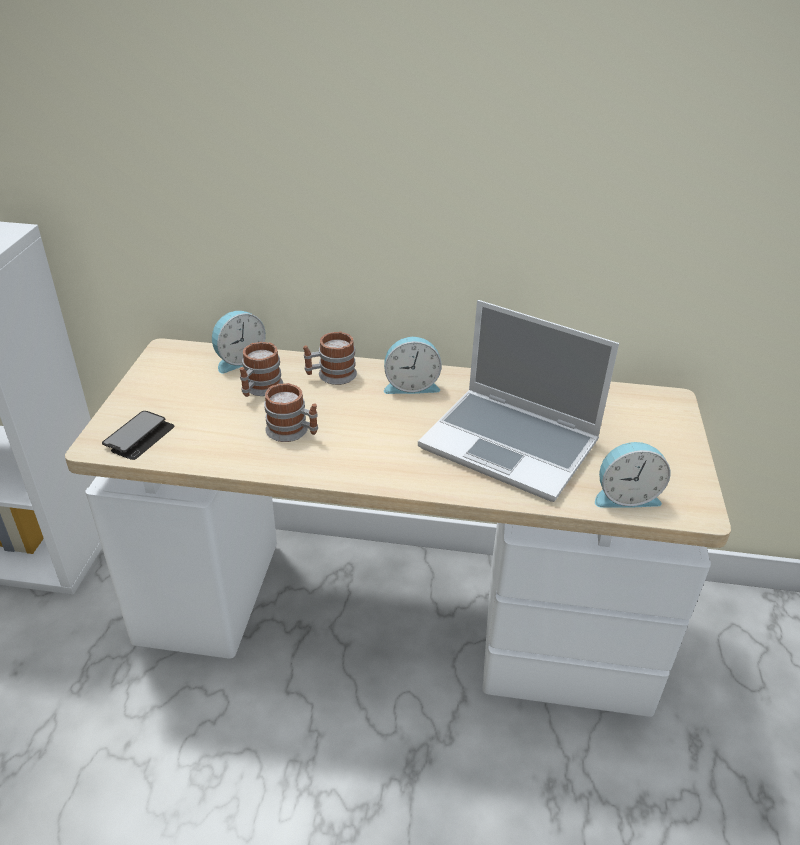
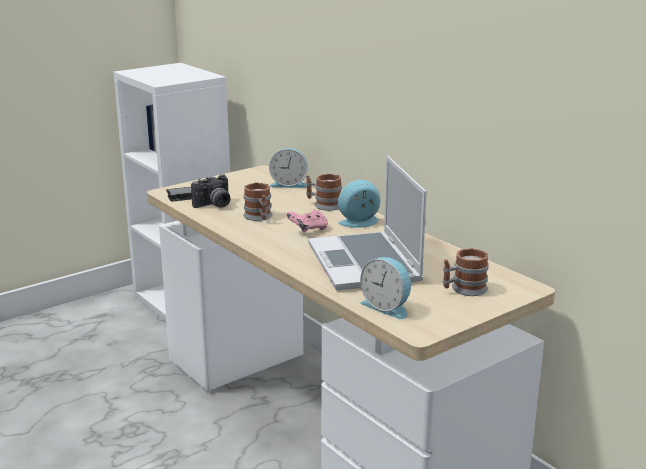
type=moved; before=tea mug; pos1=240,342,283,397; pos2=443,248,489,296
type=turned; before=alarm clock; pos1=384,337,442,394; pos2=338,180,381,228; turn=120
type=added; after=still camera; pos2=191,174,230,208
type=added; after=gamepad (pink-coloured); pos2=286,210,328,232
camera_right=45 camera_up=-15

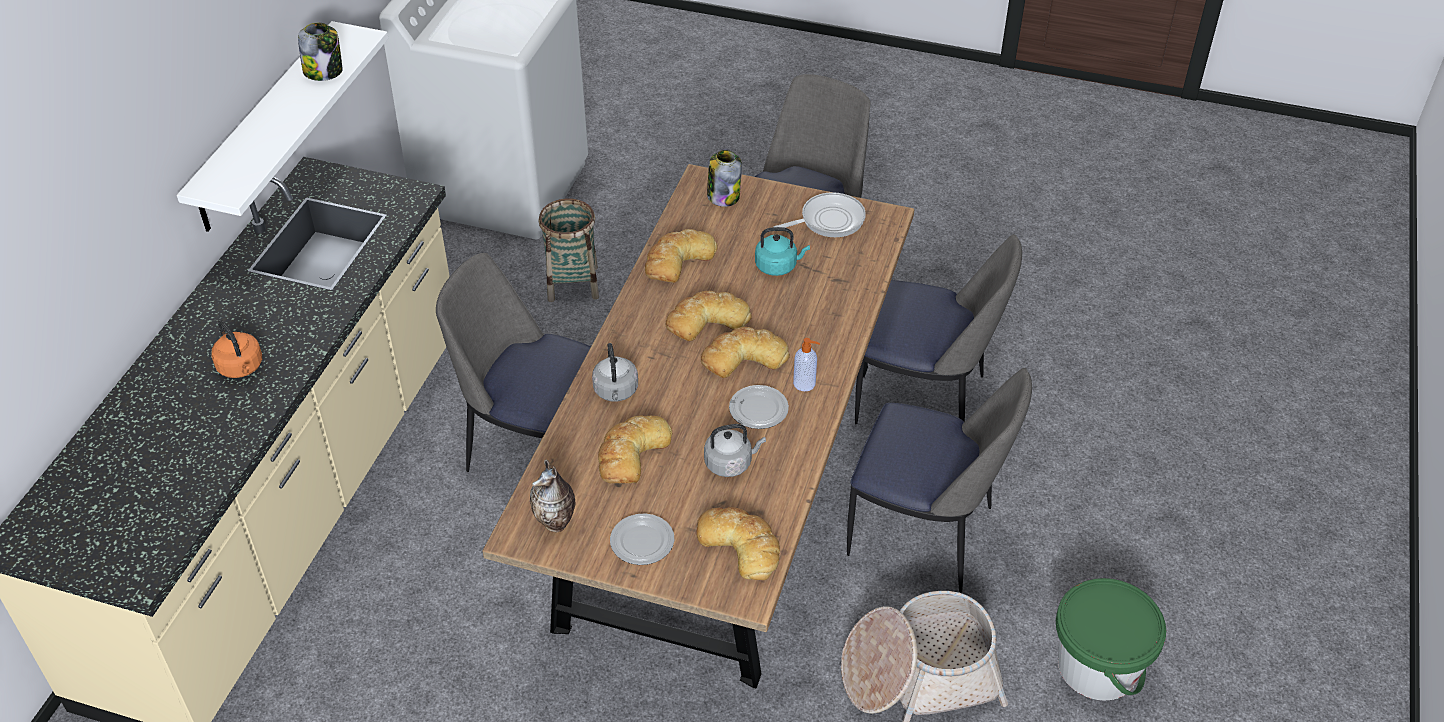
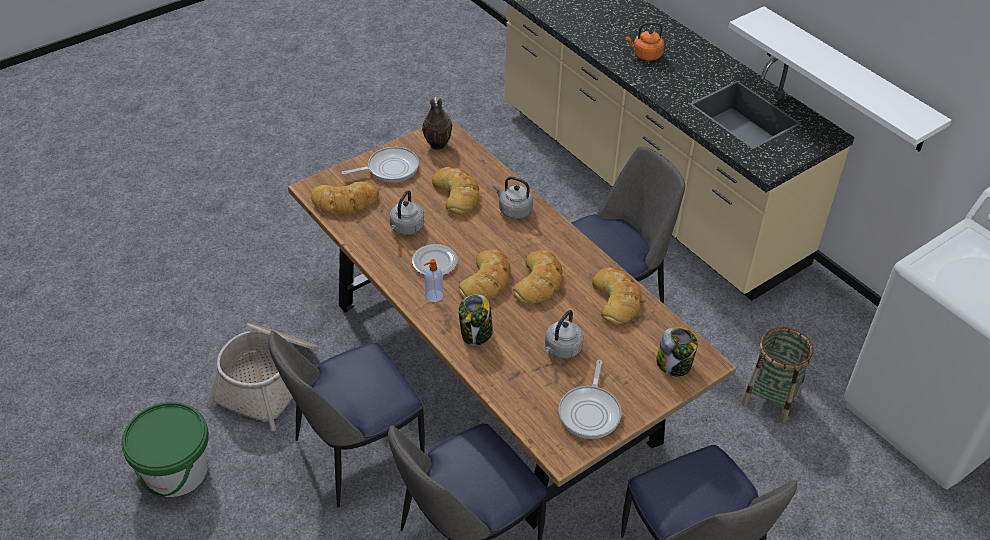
type=moved; before=preserve jar; pos1=298,23,343,81; pos2=459,294,493,346
type=replaced; before=plate; after=pan; pos1=610,514,674,565; pos2=342,147,419,183
type=recoloured; before=water kettle (turquoise); after=water kettle (grey); pos1=755,227,810,276; pos2=545,310,584,359
camera_right=125 camera_up=0

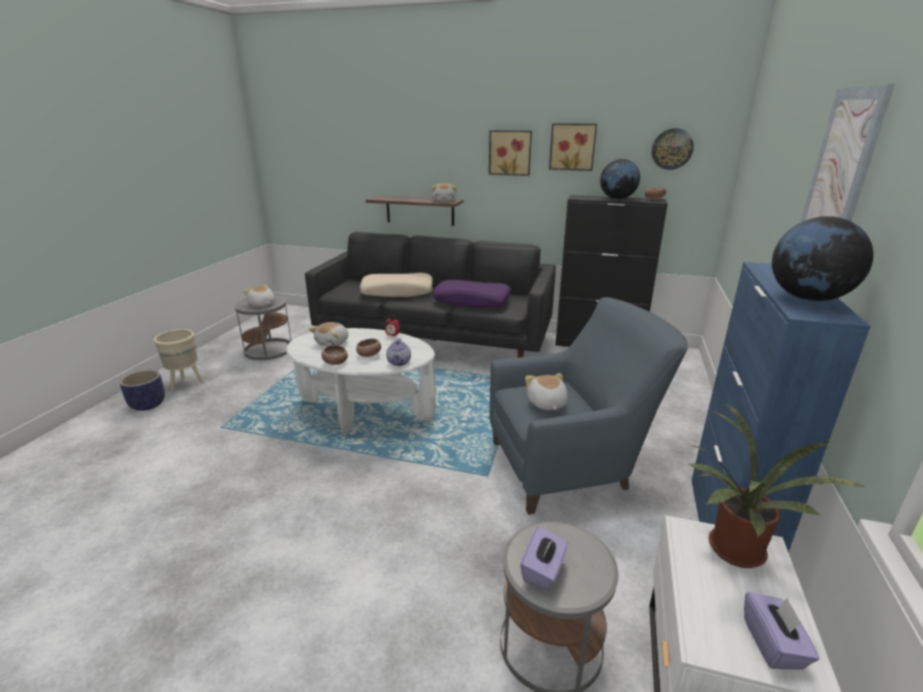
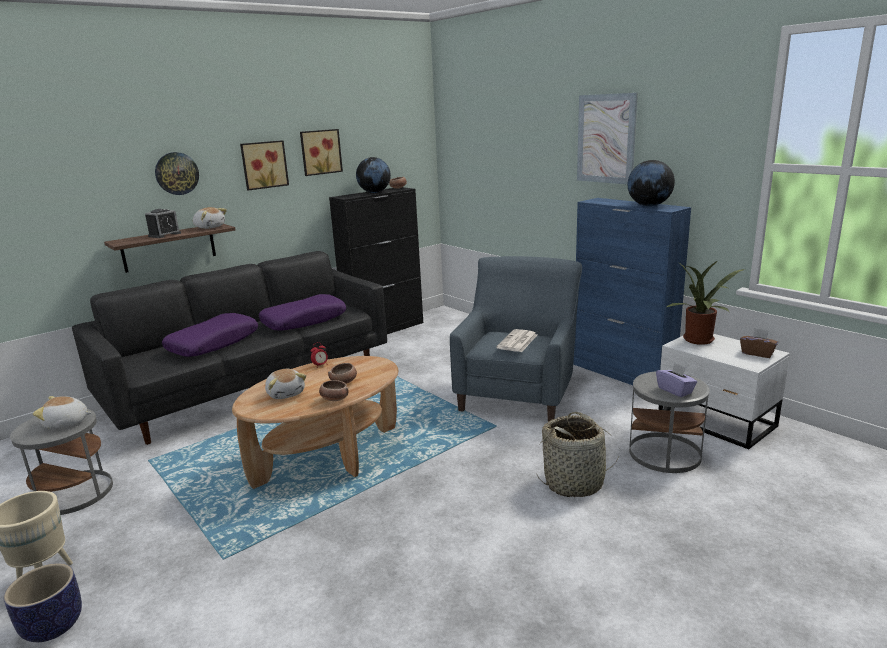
type=recoloured; before=coffee table (white); after=coffee table (brown); pos1=286,328,436,435; pos2=232,356,398,489
type=recoloured; before=throw pillow (beige-coloured); after=throw pillow (purplish); pos1=360,273,433,297; pos2=162,313,258,357
type=removed; before=tea pot; pos1=386,338,411,366
type=replaced; before=cuddly toy; after=newspaper; pos1=525,373,568,410; pos2=496,329,537,352
type=moved; before=clock on the wall; pos1=652,128,694,170; pos2=155,152,199,195
type=recoloured; before=tissue holder (purplish); after=tissue holder (brown); pos1=744,592,819,670; pos2=740,328,778,358
type=added; after=alarm clock; pos2=145,209,181,238
type=added; after=household basket; pos2=537,412,619,497
camera_right=-55 camera_up=-5

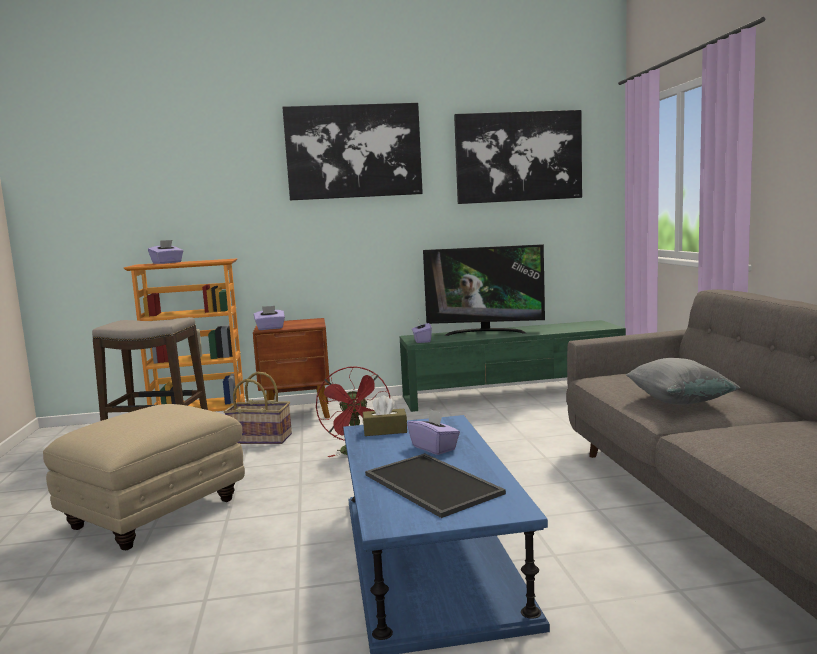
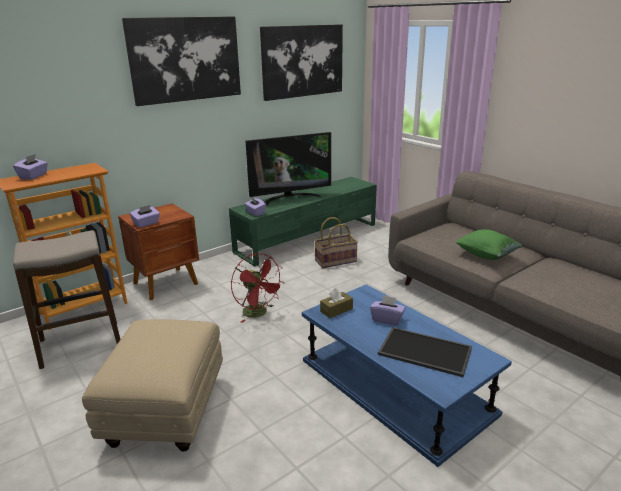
type=moved; before=household basket; pos1=224,372,292,444; pos2=314,217,358,268
type=recoloured; before=throw pillow (grey); after=throw pillow (green); pos1=626,358,741,405; pos2=455,229,523,260
camera_right=-30 camera_up=15

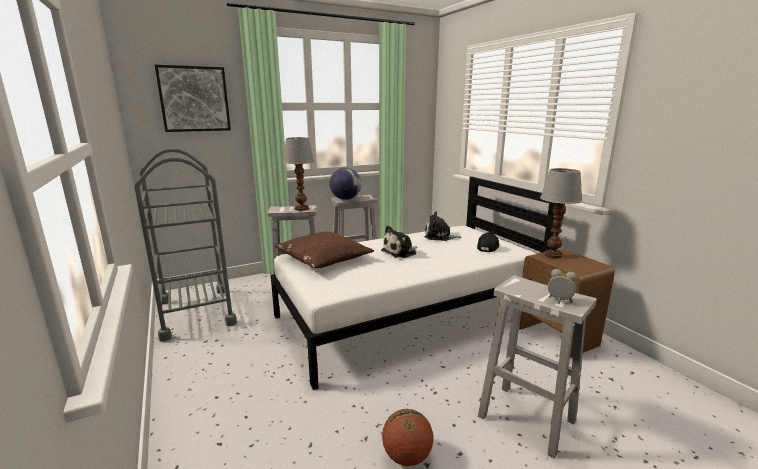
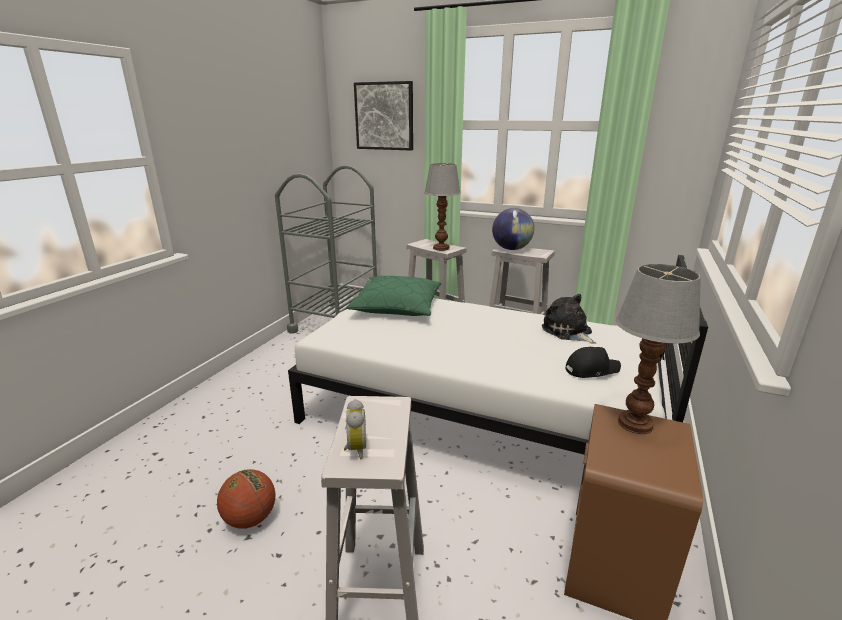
type=recoloured; before=throw pillow (brown); after=throw pillow (green); pos1=274,232,374,268; pos2=346,276,441,316
type=removed; before=cuddly toy; pos1=381,226,417,258
camera_right=50 camera_up=5

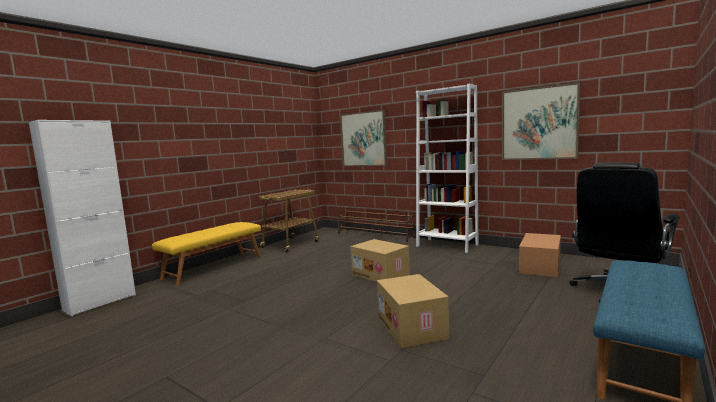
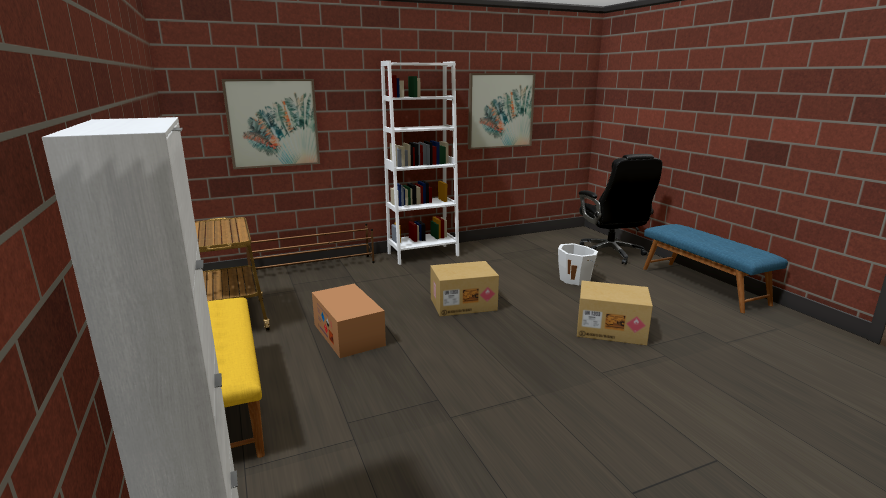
type=moved; before=packing box; pos1=519,233,561,277; pos2=312,283,386,358
type=added; after=pail (white); pos2=558,243,598,285
camera_right=-60 camera_up=10

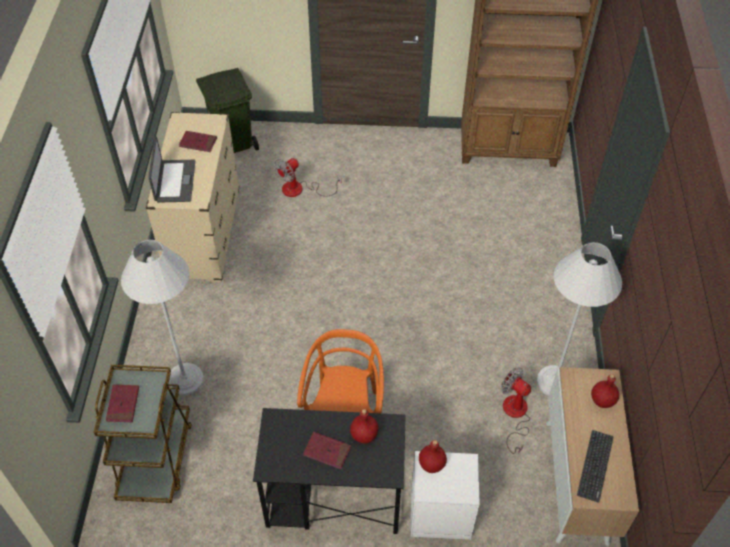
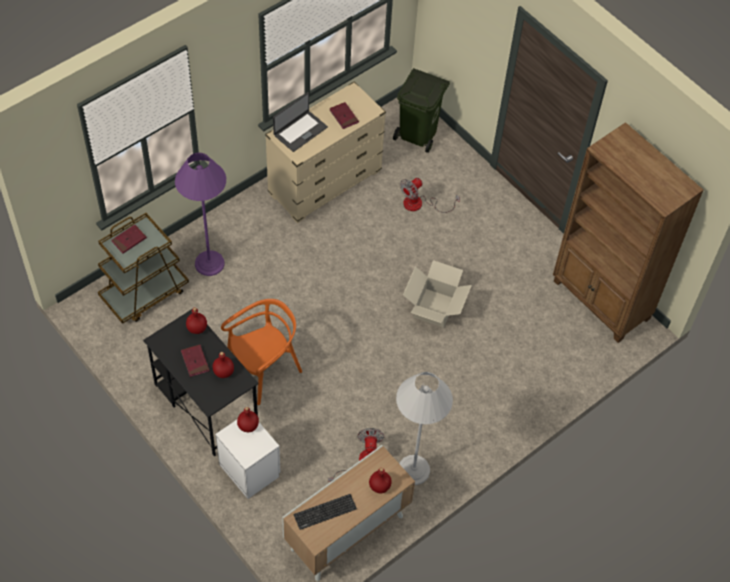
type=recoloured; before=standing lamp (white); after=standing lamp (purplish); pos1=121,240,204,395; pos2=175,153,226,276
type=turned; before=fan; pos1=274,158,342,197; pos2=400,178,460,213; turn=-45
type=added; after=bottle (reddish); pos2=186,308,207,334
type=added; after=packing box; pos2=403,260,472,328
camera_right=45 camera_up=5

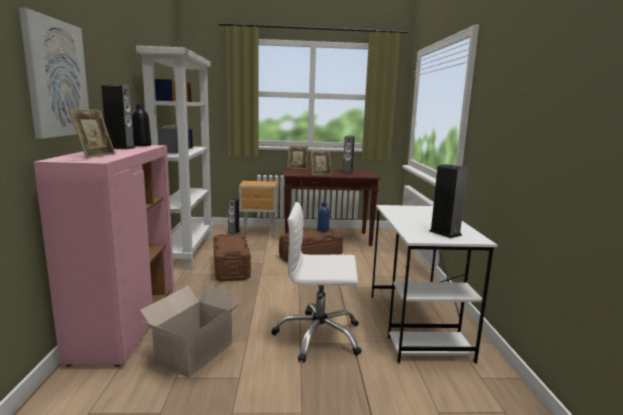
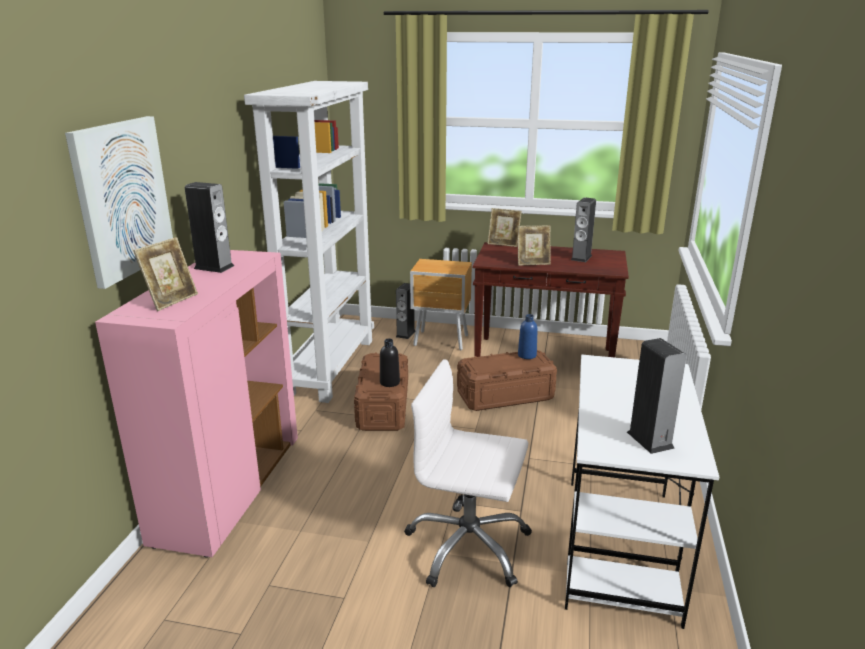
type=moved; before=bottle (blackish); pos1=132,104,151,146; pos2=380,339,400,387
type=removed; before=packing box; pos1=140,285,243,378
camera_right=15 camera_up=10

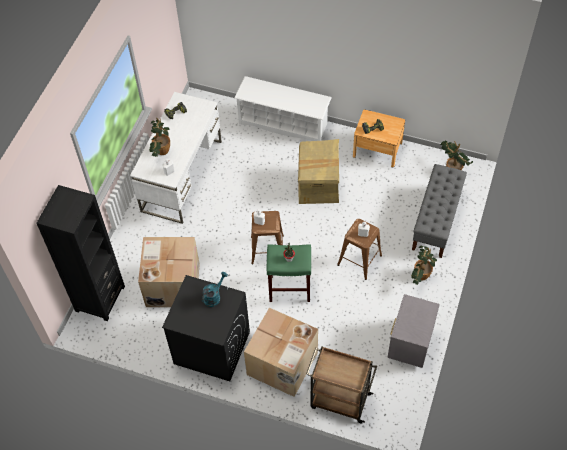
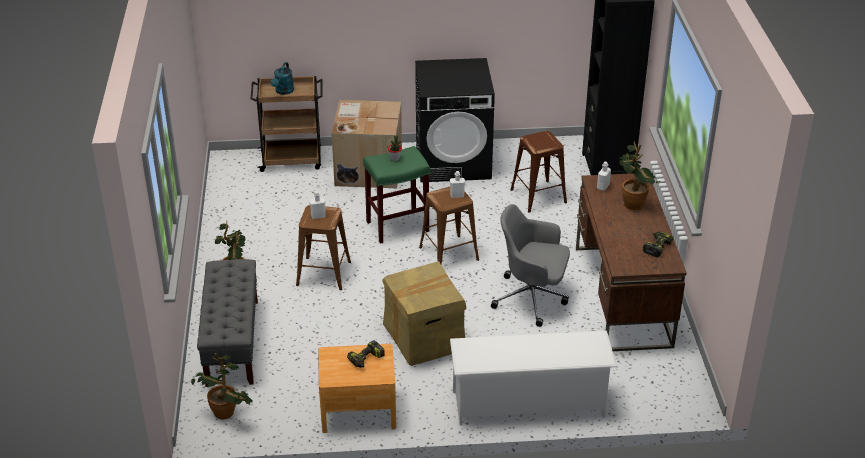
type=recoloured; before=desk unit (white); after=desk unit (brown); pos1=130,92,222,224; pos2=576,173,687,351
type=replaced; before=packing box; after=sitting stool (brown); pos1=138,237,200,307; pos2=511,131,567,212
type=moved; before=sprinkling can (turquoise); pos1=202,272,228,307; pos2=271,62,294,95
type=removed; before=nightstand (grey); pos1=387,294,440,368
type=added; after=desk chair (grey); pos2=491,204,570,327
camera_right=155 camera_up=-20

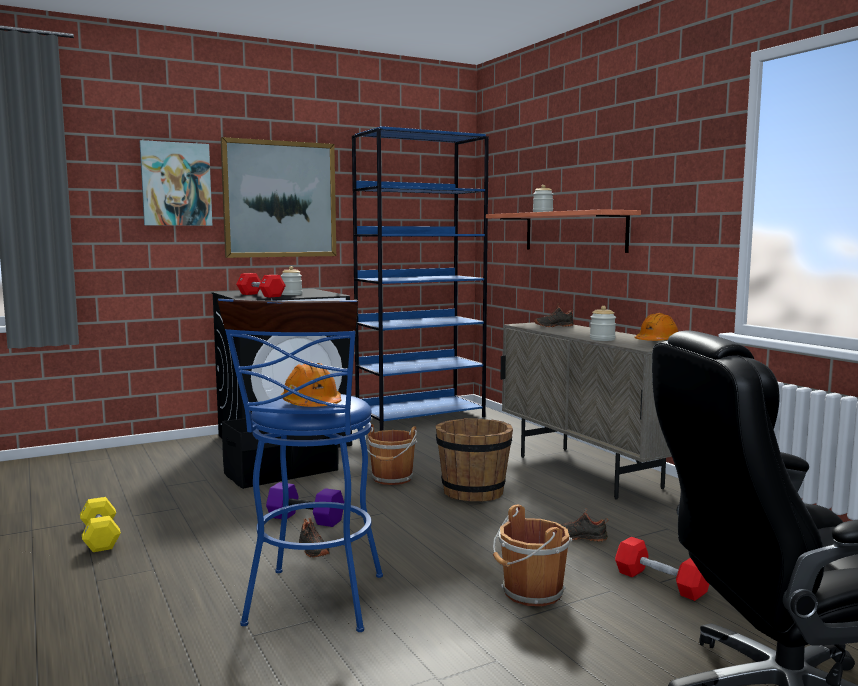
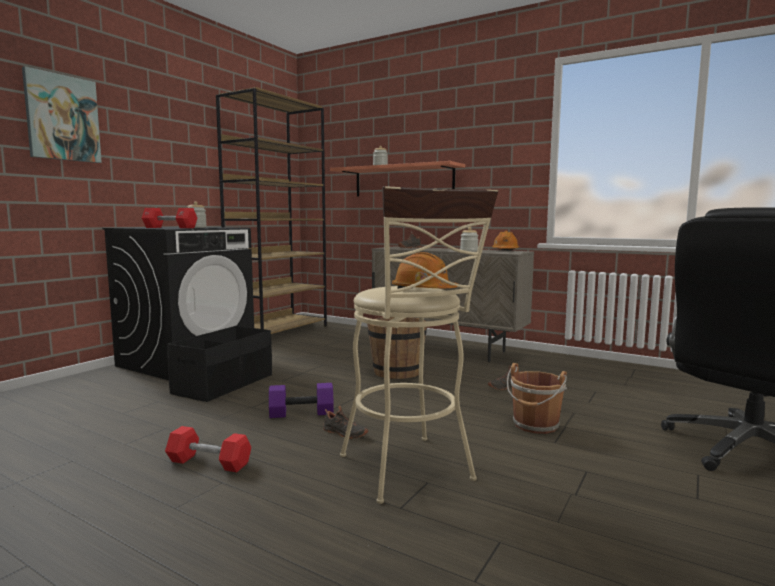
type=removed; before=free weight (yellowish); pos1=80,497,121,552
type=recoloured; before=sitting stool (blue-coloured); after=sitting stool (beige-coloured); pos1=217,299,383,632; pos2=340,186,498,504
type=removed; before=picture; pos1=221,137,336,258
type=recoloured; before=shelving unit (blue-coloured); after=shelving unit (brown); pos1=352,126,489,431; pos2=216,87,327,334
type=removed; before=pail (brown); pos1=365,424,417,485
type=moved; before=free weight (reddish); pos1=615,537,709,601; pos2=165,426,251,472
camera_right=-30 camera_up=0

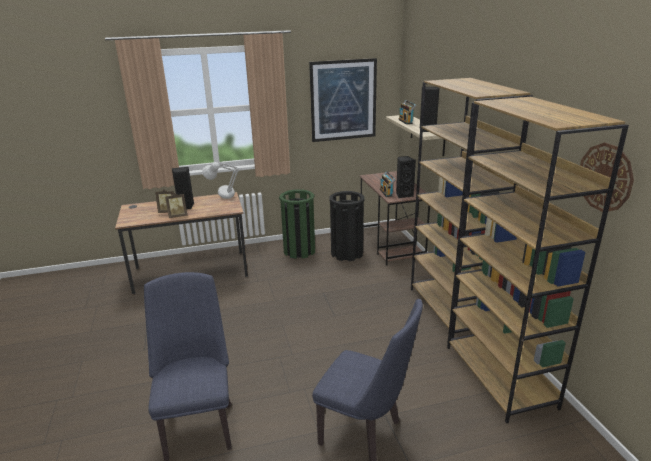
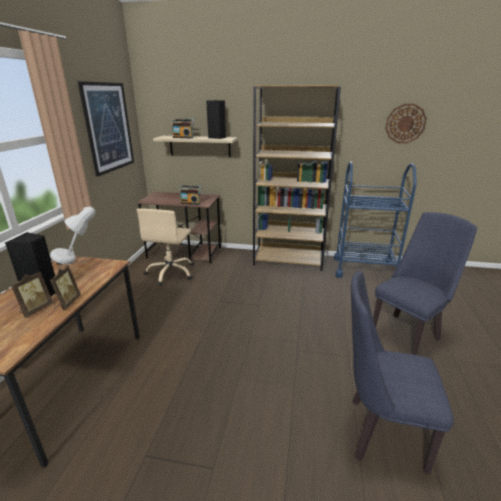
type=removed; before=trash can (green); pos1=279,189,315,259
type=replaced; before=trash can (blackish); after=desk chair (beige-coloured); pos1=329,191,365,261; pos2=137,208,194,286
type=removed; before=loudspeaker (blackish); pos1=396,156,416,198
type=replaced; before=shelving unit (brown); after=cart (blue-coloured); pos1=447,97,629,423; pos2=334,161,417,278
camera_right=-65 camera_up=0

